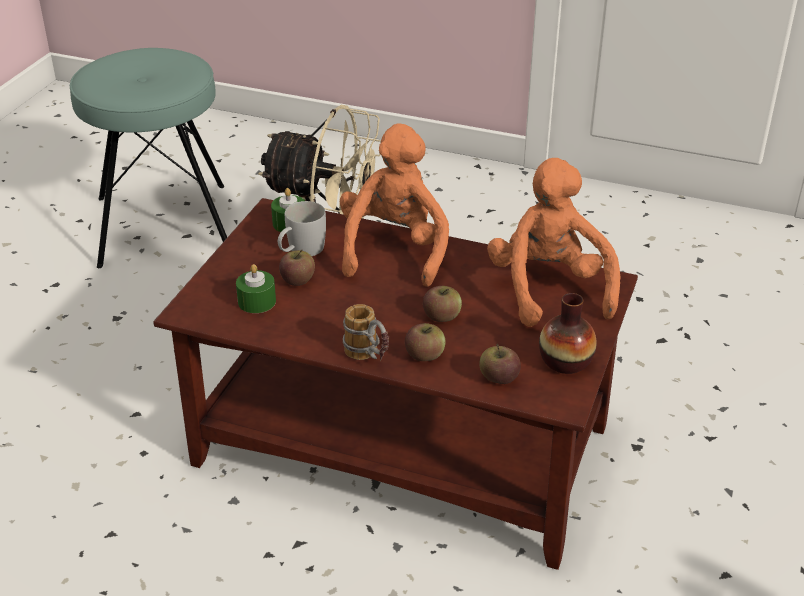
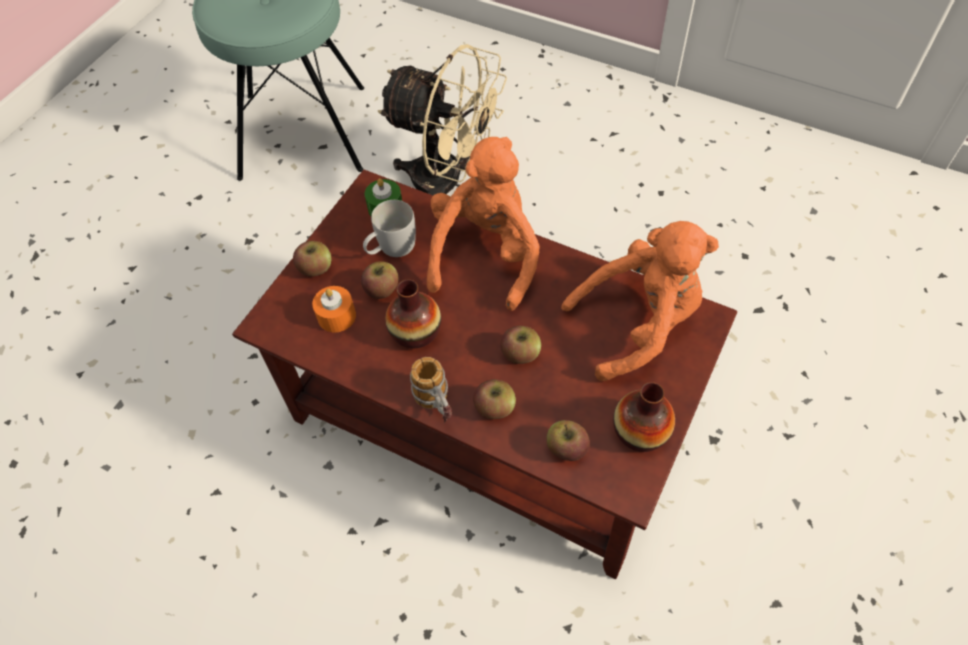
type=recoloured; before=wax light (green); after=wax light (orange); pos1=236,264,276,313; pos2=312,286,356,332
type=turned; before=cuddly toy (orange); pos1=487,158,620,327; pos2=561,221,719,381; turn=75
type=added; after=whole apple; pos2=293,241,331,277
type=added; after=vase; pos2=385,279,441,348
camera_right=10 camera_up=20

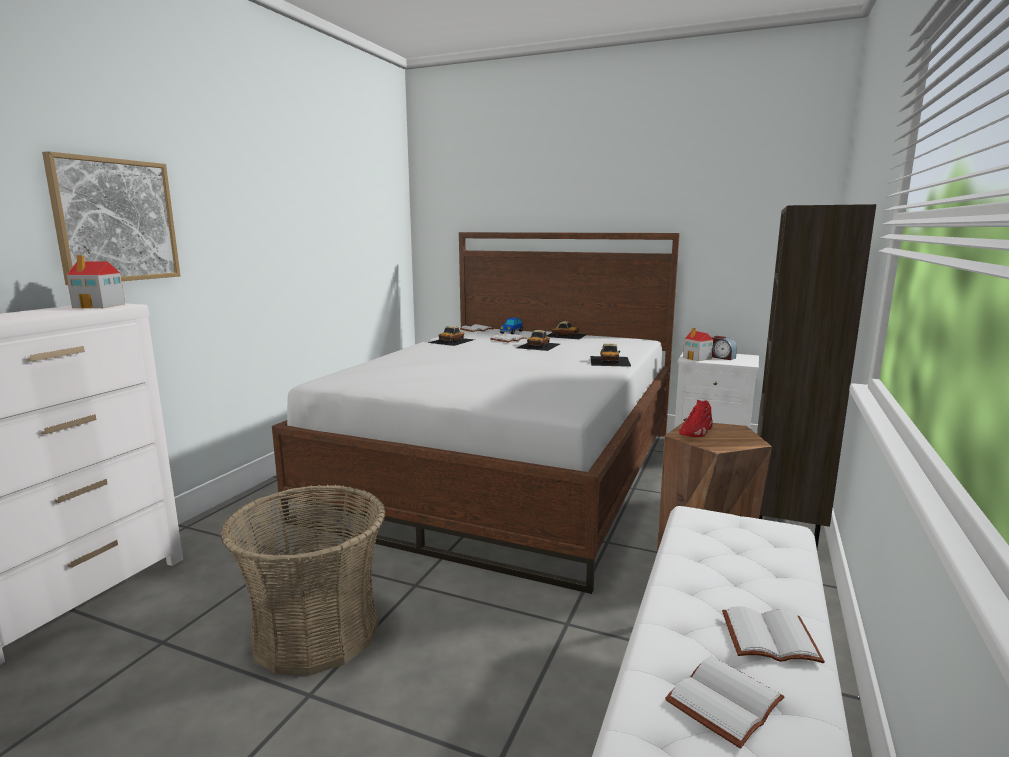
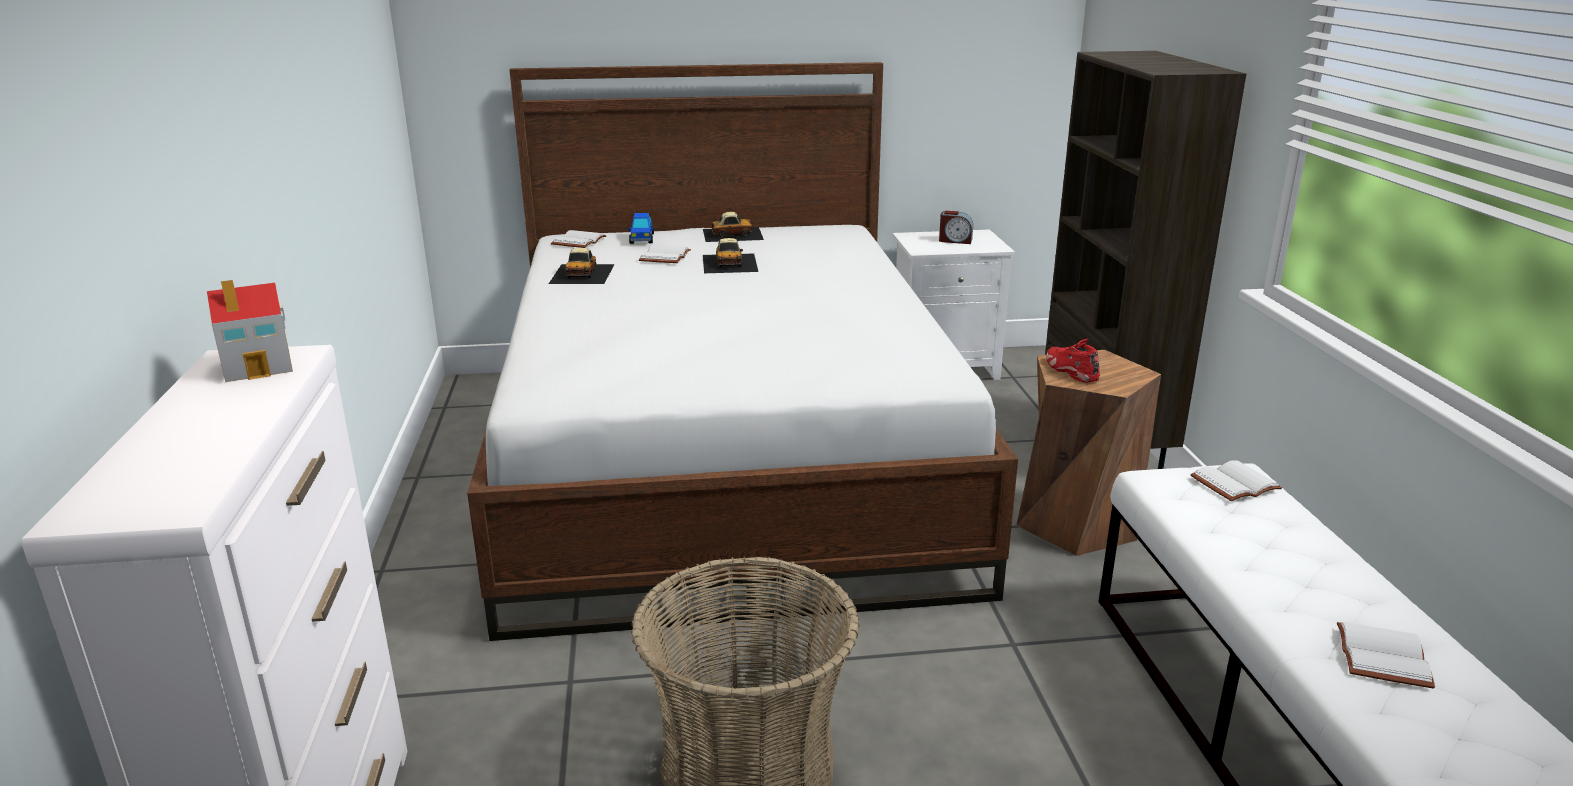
type=removed; before=picture; pos1=42,151,180,285
type=removed; before=toy car; pos1=590,343,631,367
type=turned; before=item of footwear (reddish); pos1=679,400,713,437; pos2=1046,339,1100,383; turn=150
type=removed; before=toy house; pos1=683,328,713,361
type=moved; before=book (white); pos1=722,606,825,663; pos2=1190,460,1282,501
camera_right=-30 camera_up=10

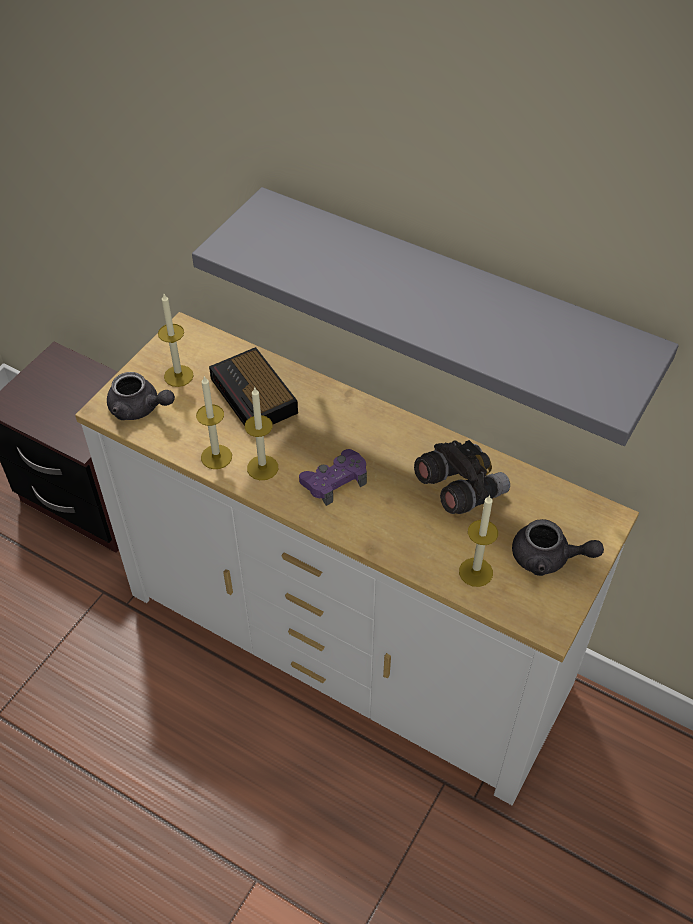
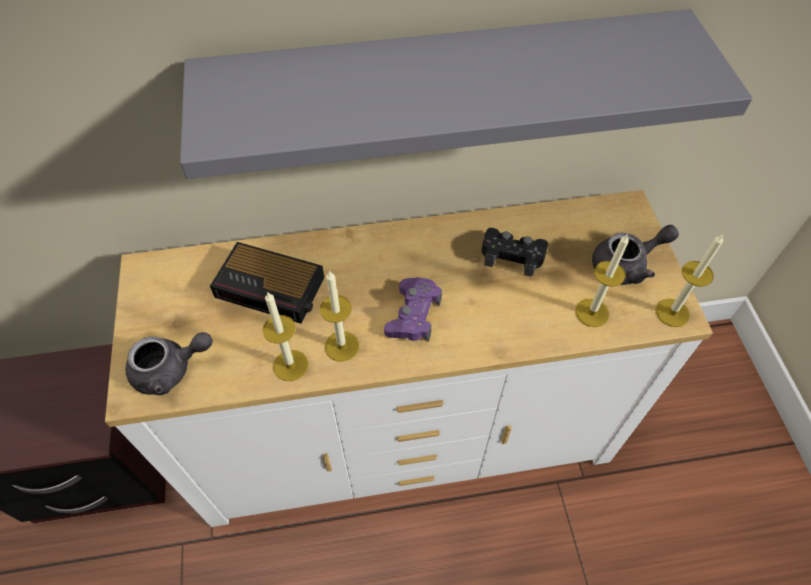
type=moved; before=wax light; pos1=158,294,194,387; pos2=656,234,723,327
type=replaced; before=pair of binoculars (grey); after=gamepad (blackish); pos1=414,440,510,514; pos2=482,228,548,277
camera_right=-40 camera_up=5

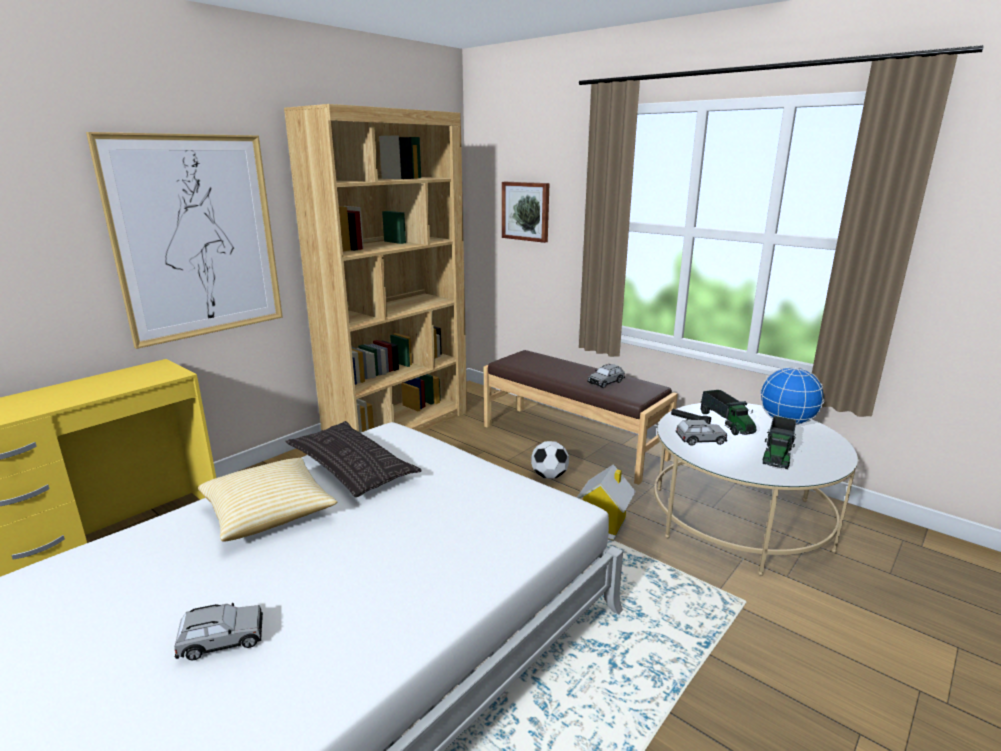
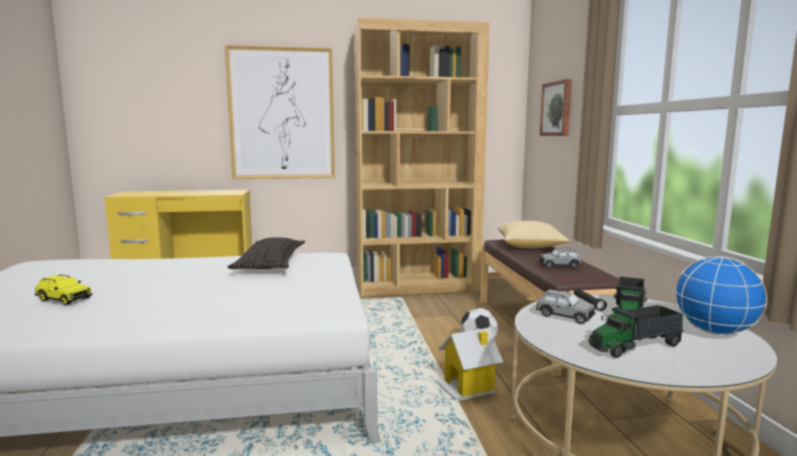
type=recoloured; before=toy car (grey); after=toy car (yellowish); pos1=174,603,263,660; pos2=35,274,92,305
type=moved; before=throw pillow; pos1=198,458,337,542; pos2=498,221,570,248
camera_right=40 camera_up=-10

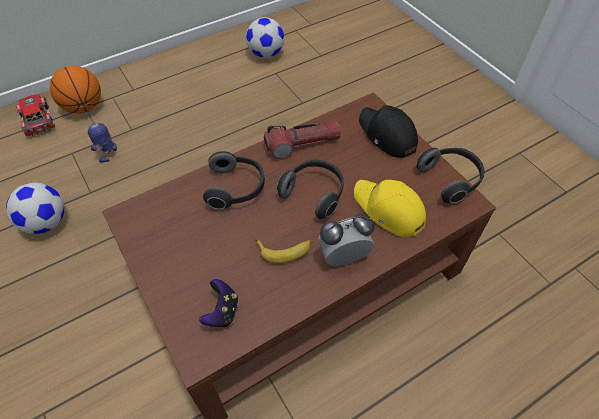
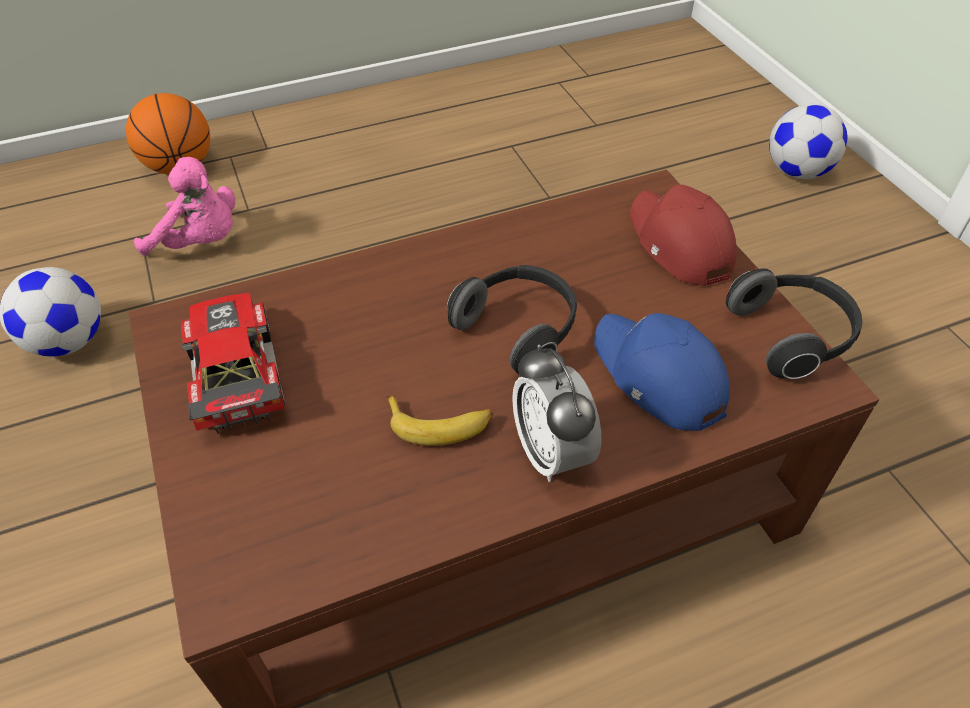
type=moved; before=toy car; pos1=16,94,55,137; pos2=181,293,285,433
type=replaced; before=robot figure; after=cuddly toy (pink-coloured); pos1=79,103,117,163; pos2=134,157,235,256
type=removed; before=gamepad; pos1=199,279,238,327
type=removed; before=headset; pos1=203,151,265,209
type=moved; before=football; pos1=246,17,284,58; pos2=769,104,847,179
type=removed; before=torch; pos1=264,122,341,159
type=turned; before=alarm clock; pos1=318,214,374,266; pos2=512,344,601,482; turn=-105
type=recoloured; before=cap (yellowish); after=cap (blue-coloured); pos1=354,180,426,237; pos2=594,313,730,431
type=recoloured; before=cap (blackish); after=cap (reddish); pos1=359,105,418,158; pos2=630,185,737,286
camera_right=10 camera_up=-5

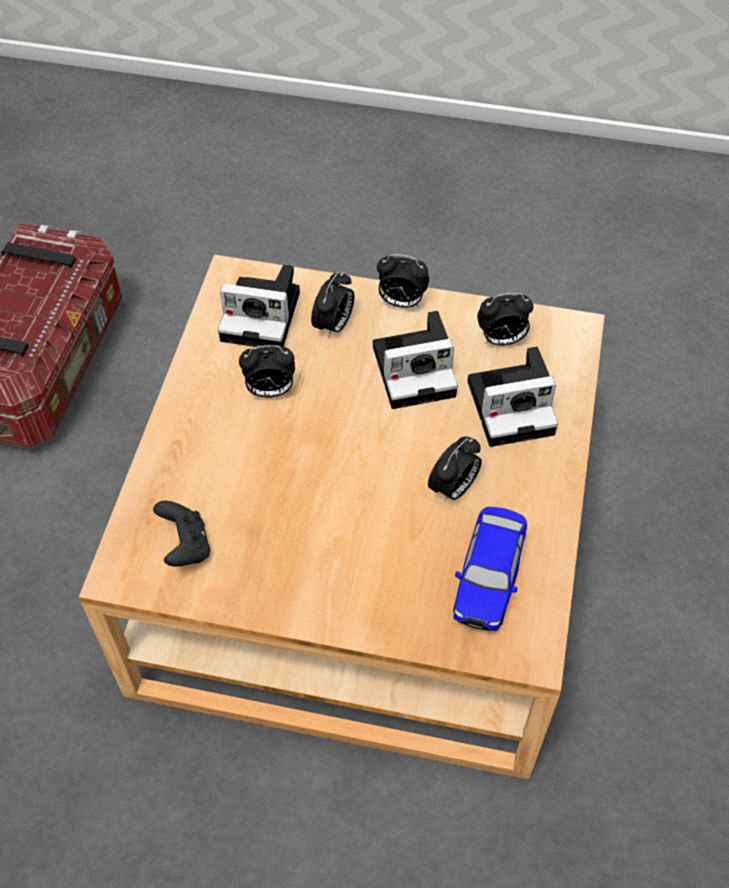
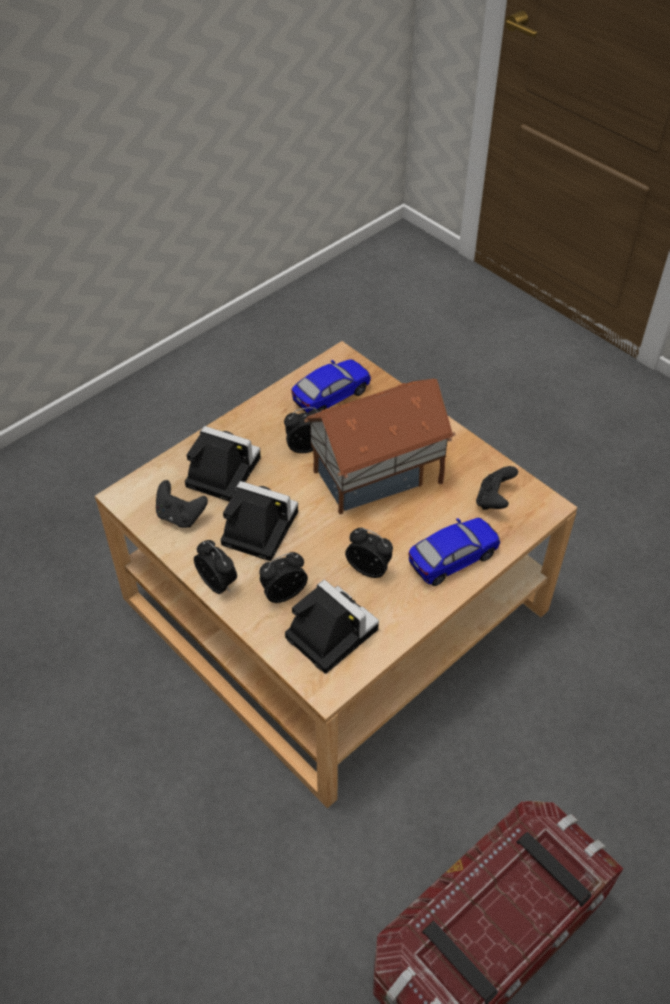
type=replaced; before=alarm clock; after=gamepad (blackish); pos1=477,293,534,346; pos2=156,480,208,528
type=added; after=toy house; pos2=304,379,456,514
type=added; after=toy car; pos2=409,517,500,586
camera_right=-145 camera_up=-5

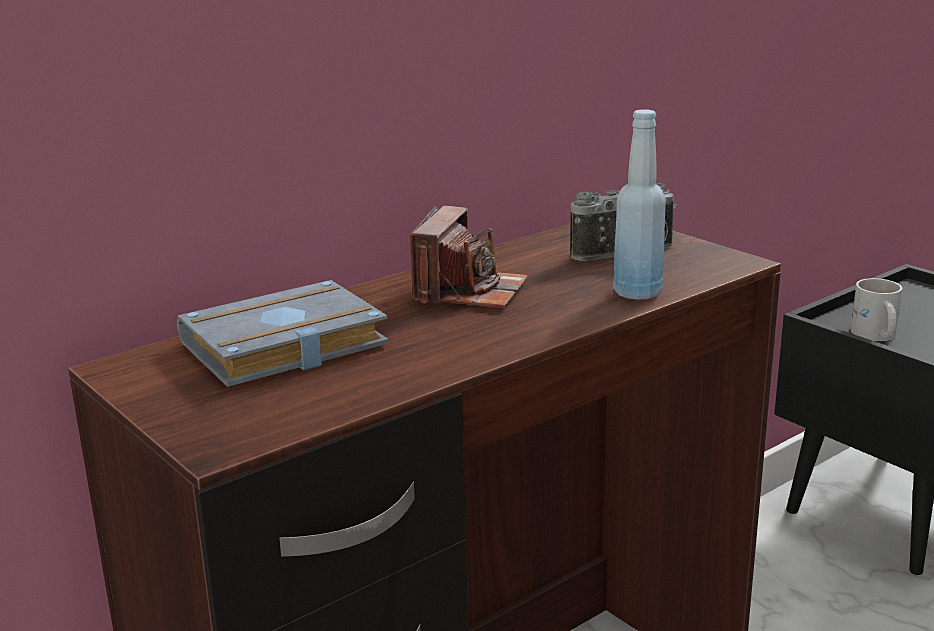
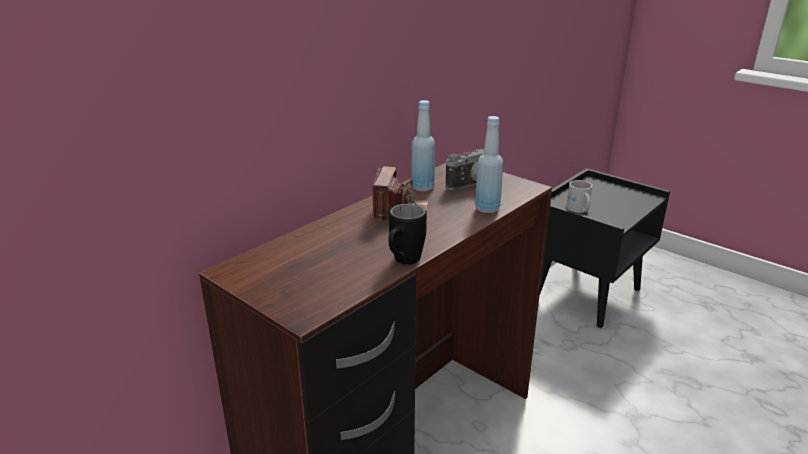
type=removed; before=book (grey); pos1=177,280,389,387
type=added; after=tea mug (blackish); pos2=389,204,427,265
type=added; after=bottle (blue-coloured); pos2=411,100,435,191
camera_right=-10 camera_up=5

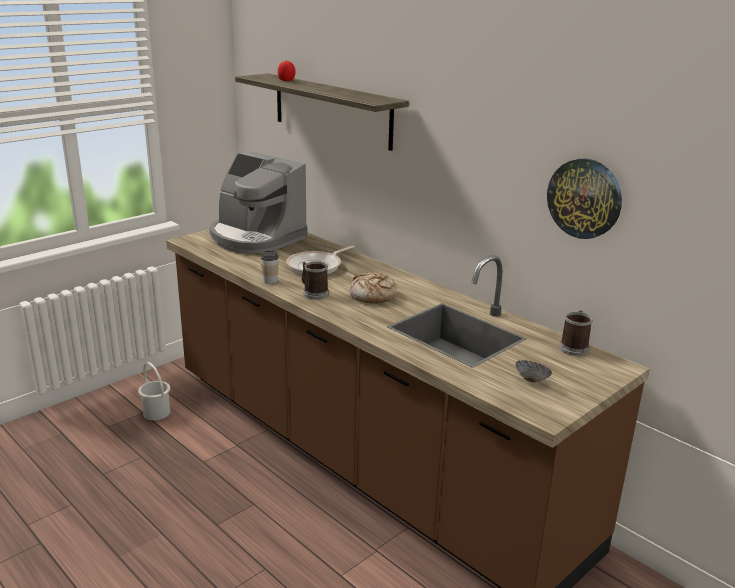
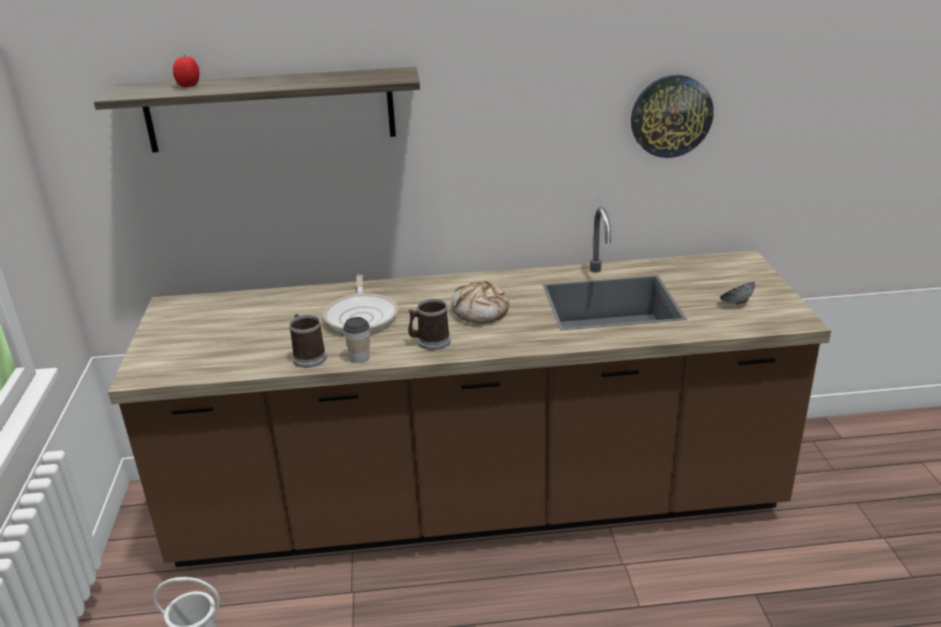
type=removed; before=coffee brewer; pos1=209,151,308,254
type=moved; before=tea mug; pos1=559,310,593,356; pos2=289,314,327,368
camera_right=-50 camera_up=5

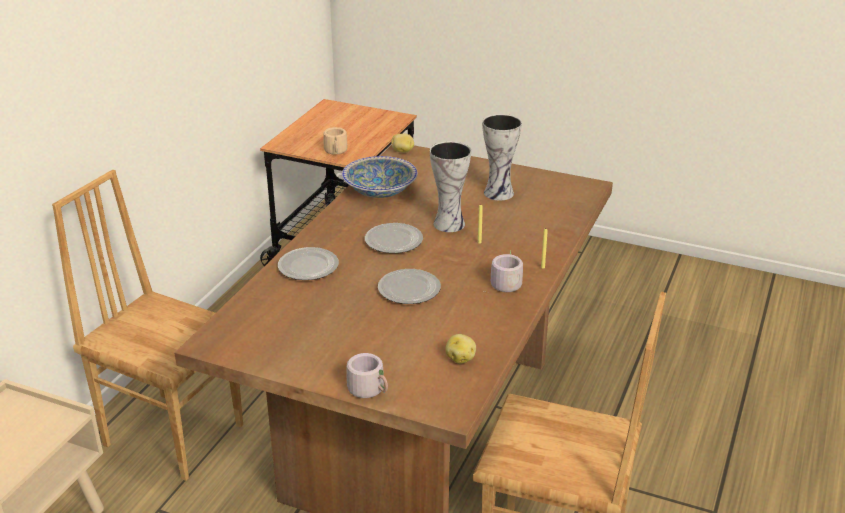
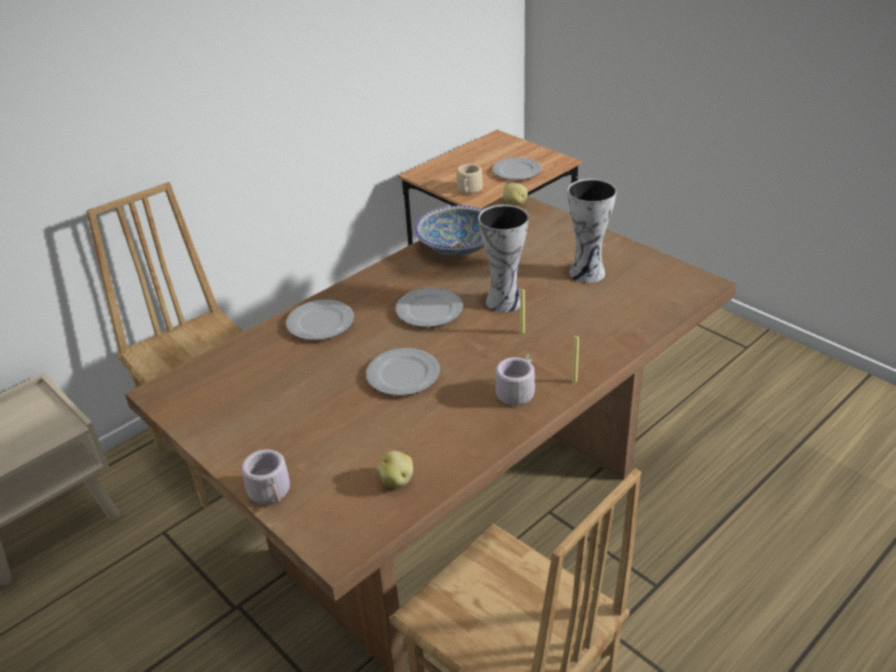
type=added; after=plate; pos2=492,157,542,180
camera_right=25 camera_up=5

